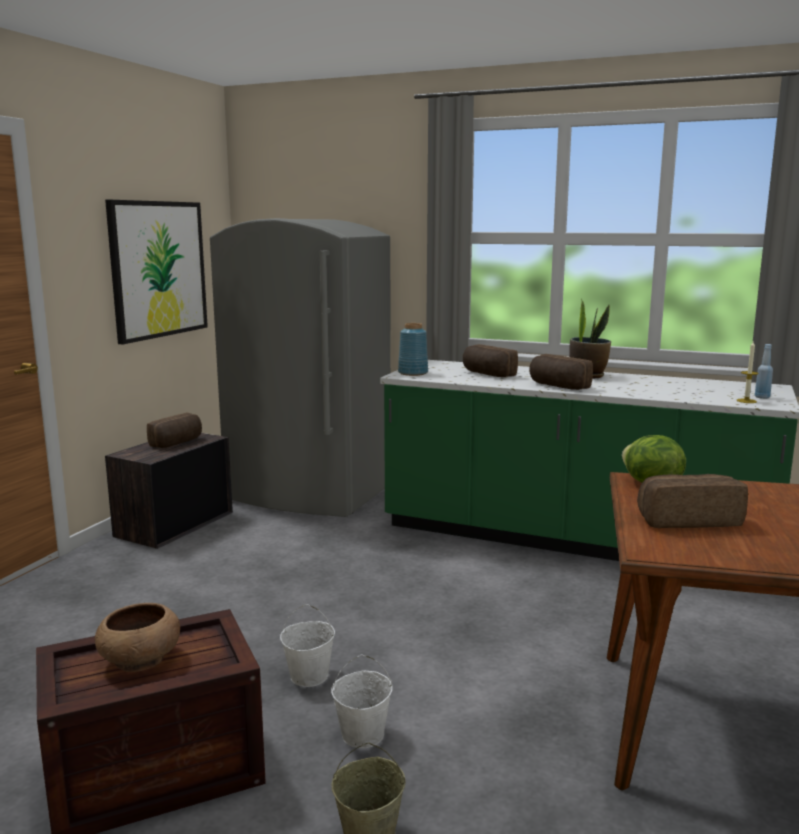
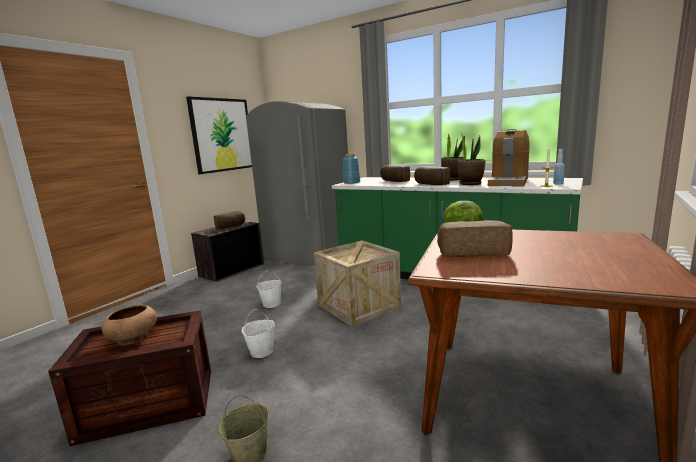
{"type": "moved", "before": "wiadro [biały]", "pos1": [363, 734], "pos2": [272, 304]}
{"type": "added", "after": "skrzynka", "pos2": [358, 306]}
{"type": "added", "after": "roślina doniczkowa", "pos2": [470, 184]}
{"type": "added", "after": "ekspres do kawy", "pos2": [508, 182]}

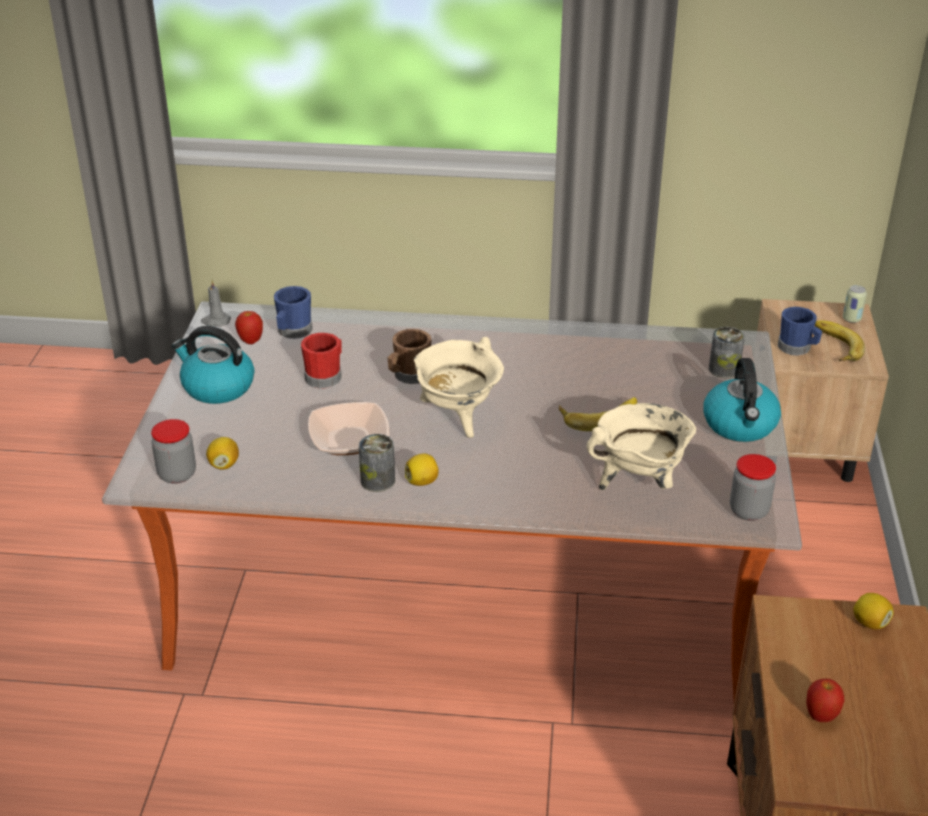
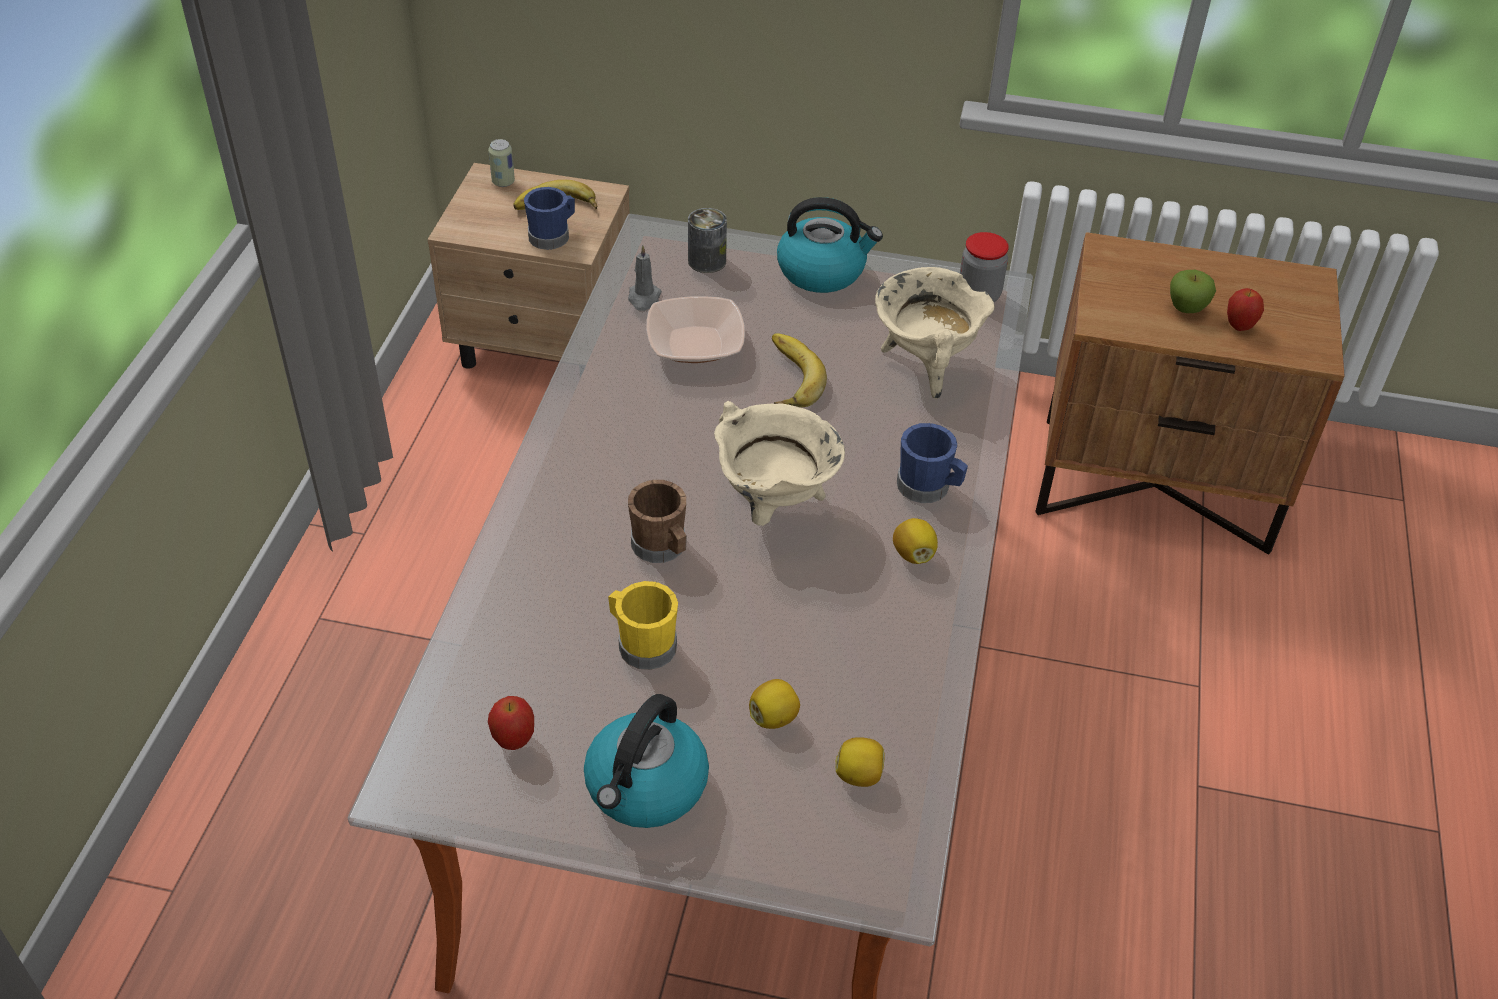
{"type": "recoloured", "before": "kubek [czerwony]", "after": "kubek [żółty]", "pos1": [326, 376], "pos2": [642, 644]}
{"type": "moved", "before": "świeca [szary]", "pos1": [215, 321], "pos2": [644, 298]}
{"type": "moved", "before": "miska", "pos1": [349, 441], "pos2": [695, 345]}
{"type": "moved", "before": "cytryna", "pos1": [870, 623], "pos2": [774, 717]}
{"type": "moved", "before": "kubek [niebieski]", "pos1": [293, 332], "pos2": [928, 488]}
{"type": "added", "after": "jabłko", "pos2": [1186, 308]}
{"type": "removed", "before": "słoik", "pos1": [177, 474]}
{"type": "removed", "before": "puszka", "pos1": [378, 481]}

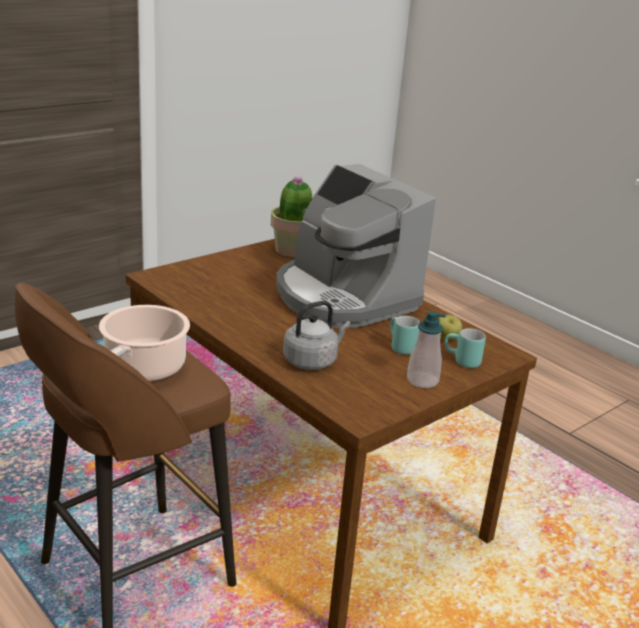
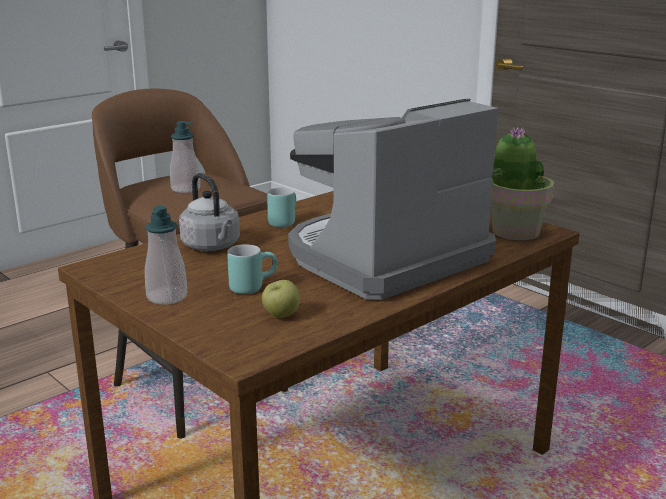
{"type": "replaced", "before": "garnek", "after": "dozownik mydła", "pos1": [142, 369], "pos2": [185, 189]}
{"type": "moved", "before": "kubek [turkusowy]", "pos1": [461, 362], "pos2": [282, 221]}

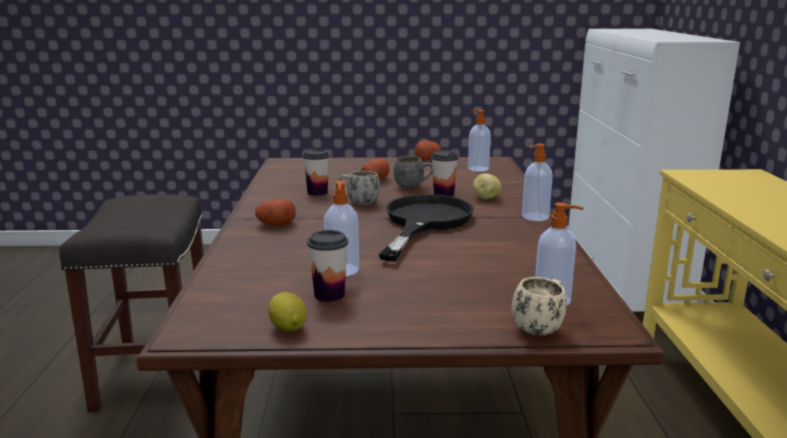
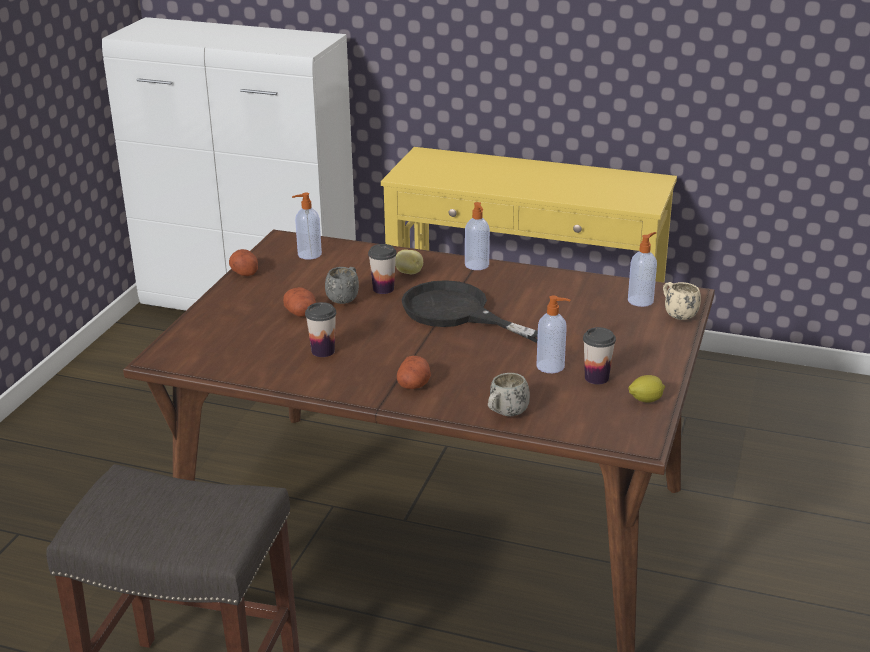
{"type": "moved", "before": "kubek [biały]", "pos1": [358, 202], "pos2": [505, 414]}

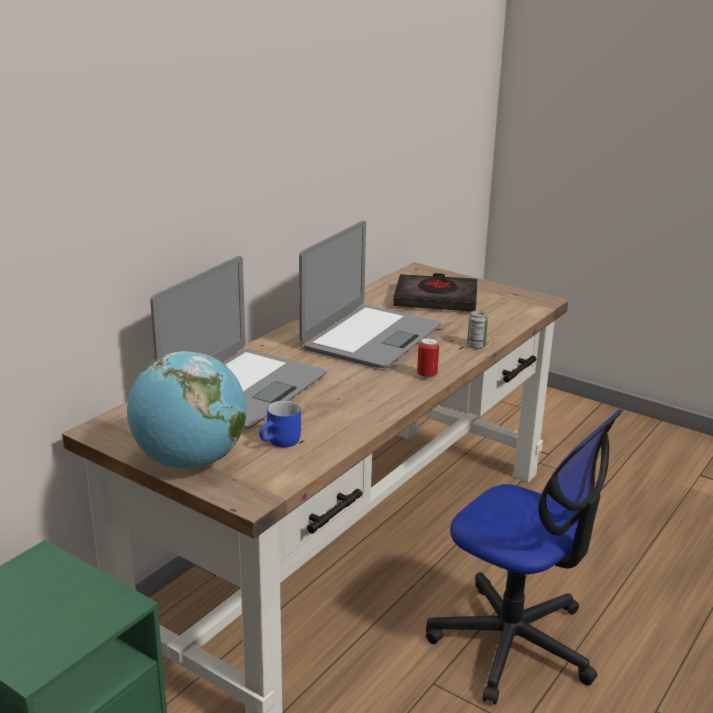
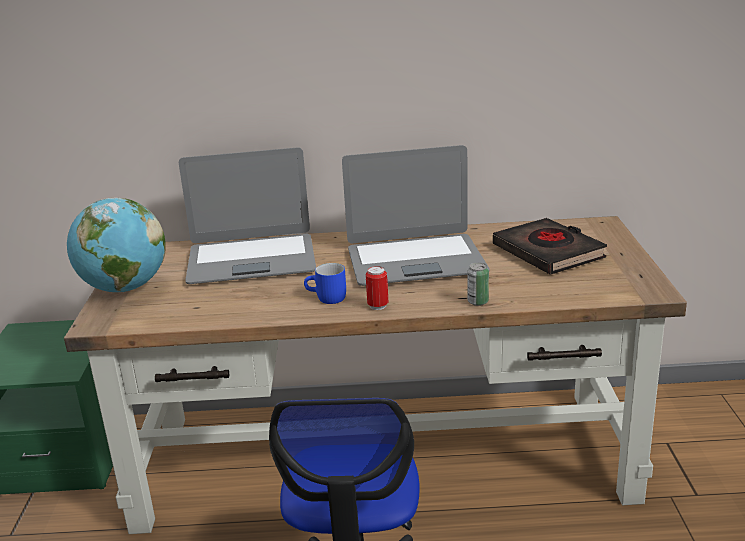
{"type": "moved", "before": "kubek [niebieski]", "pos1": [281, 443], "pos2": [326, 299]}

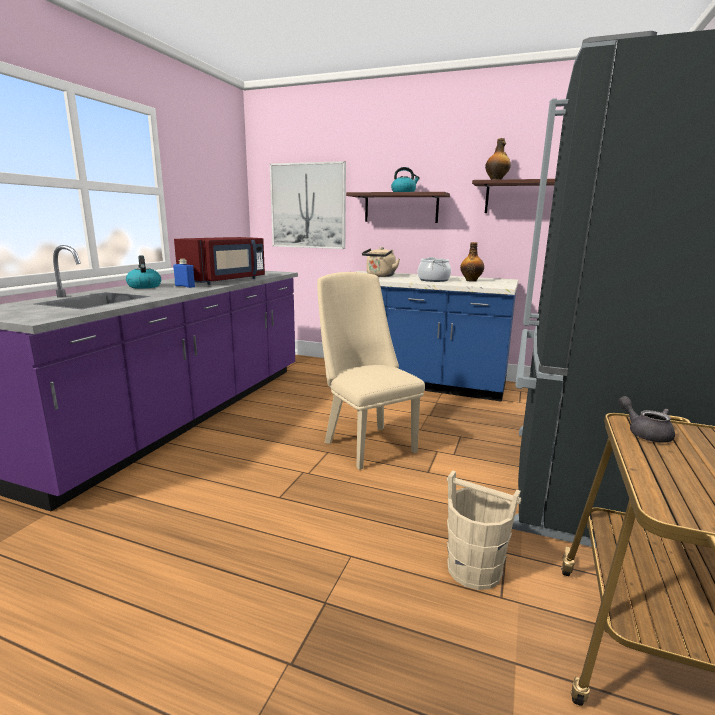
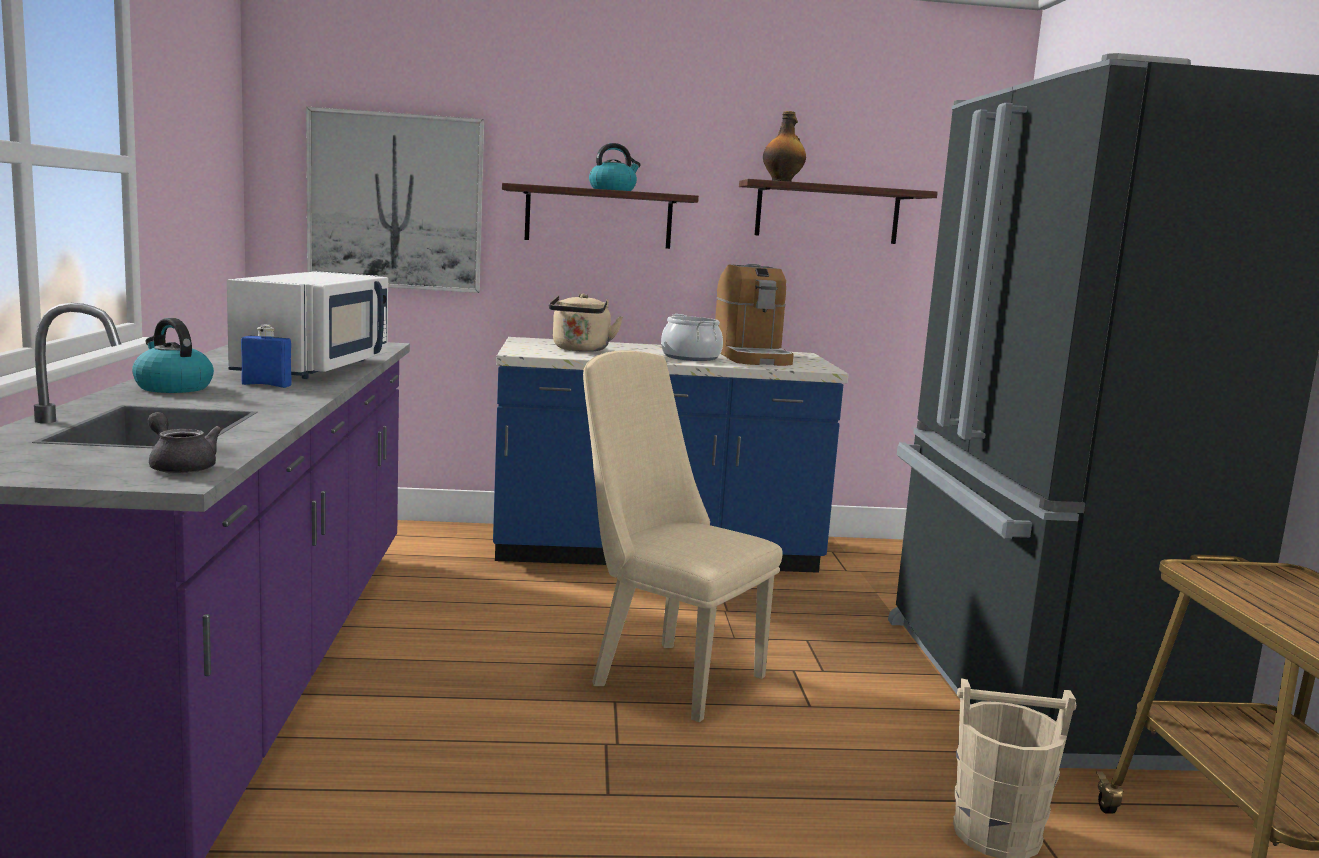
{"type": "moved", "before": "imbryk [szary]", "pos1": [645, 433], "pos2": [180, 466]}
{"type": "recoloured", "before": "mikrofalówka [czerwony]", "after": "mikrofalówka [biały]", "pos1": [226, 281], "pos2": [317, 368]}
{"type": "replaced", "before": "butelka", "after": "ekspres do kawy", "pos1": [471, 280], "pos2": [751, 357]}

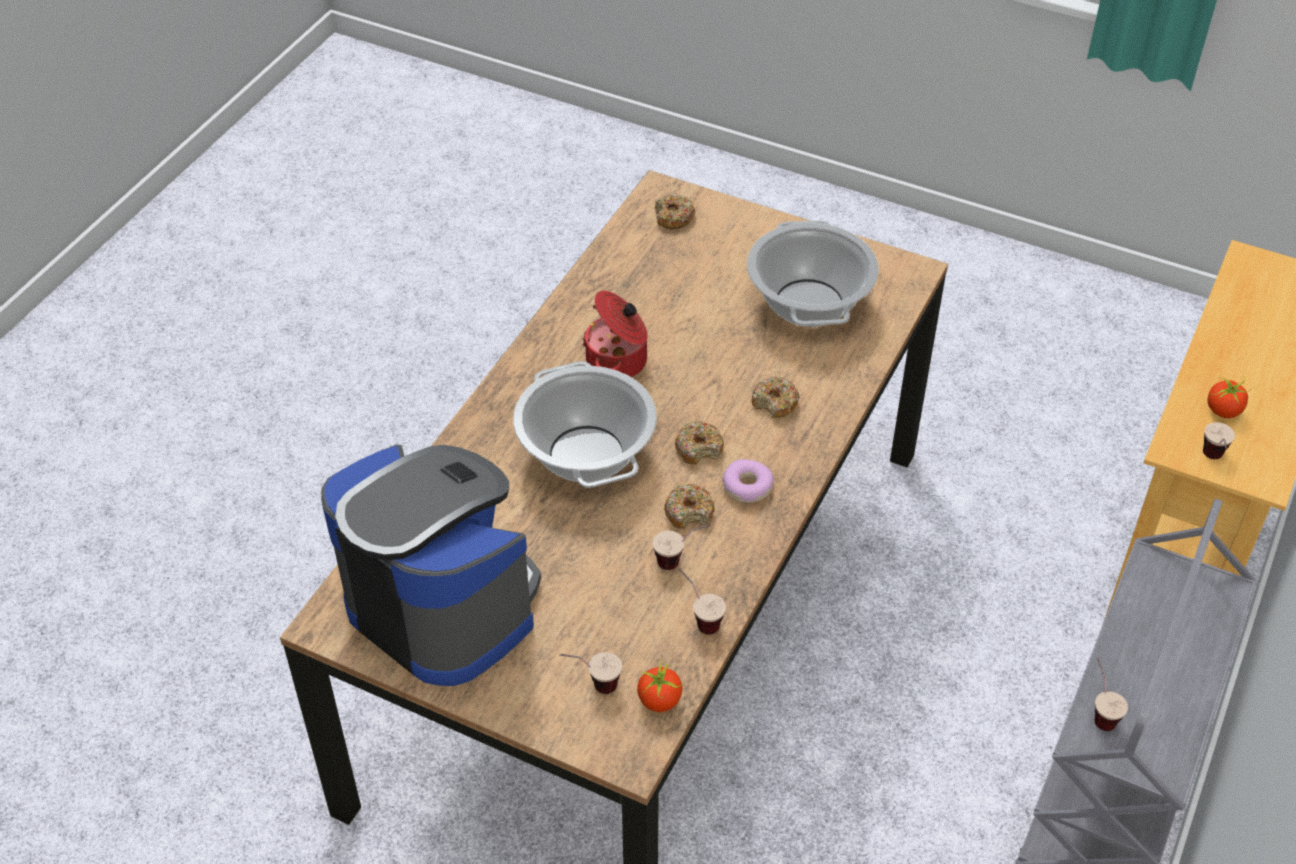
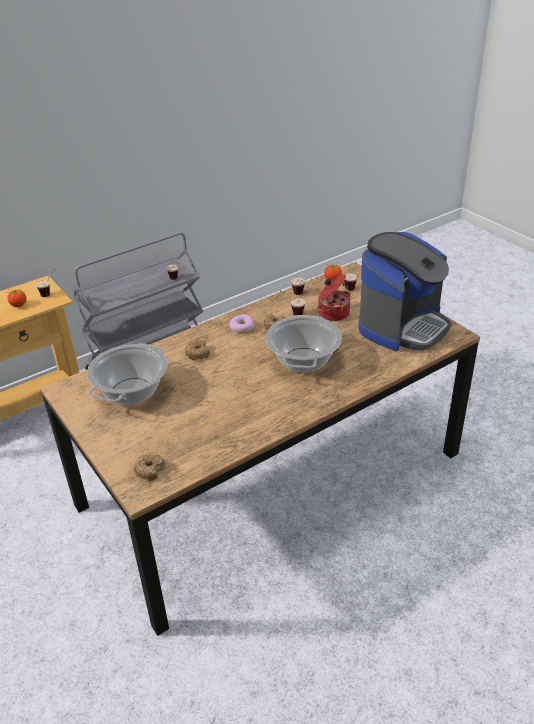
{"type": "moved", "before": "garnek", "pos1": [618, 361], "pos2": [333, 313]}
{"type": "turned", "before": "ekspres do kawy", "pos1": [443, 606], "pos2": [402, 326], "turn": -120}
{"type": "removed", "before": "donut", "pos1": [699, 448]}

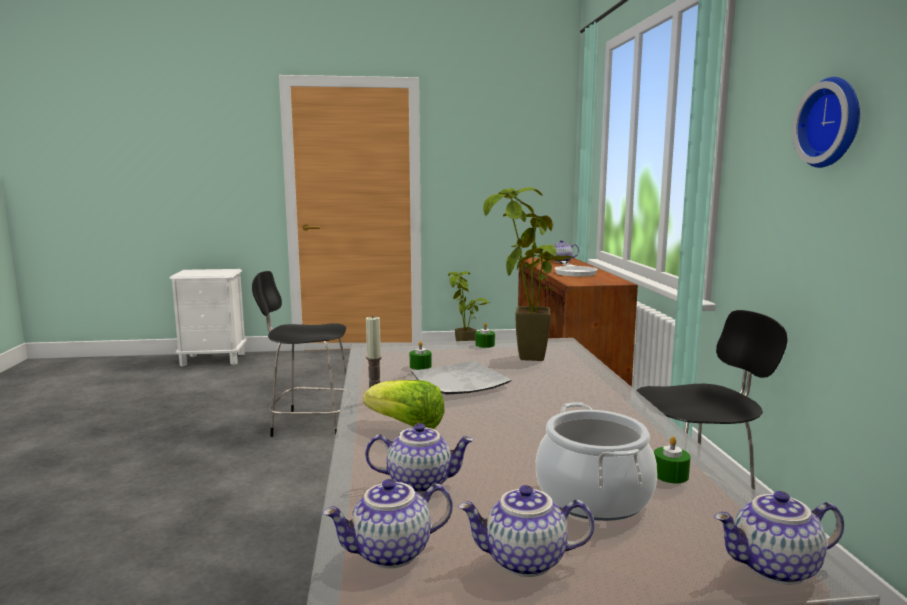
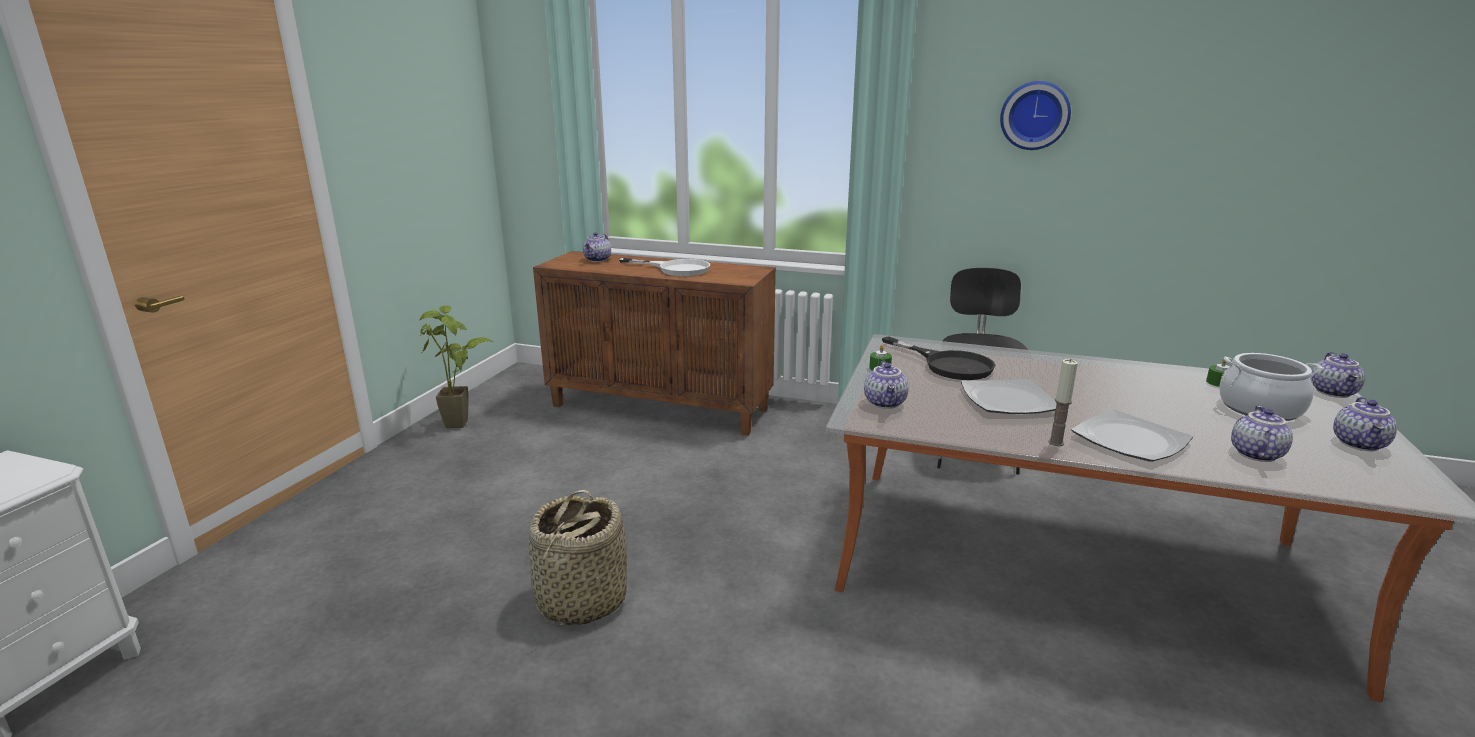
{"type": "replaced", "before": "krzesło [czarny]", "after": "koszyk", "pos1": [310, 424], "pos2": [580, 601]}
{"type": "moved", "before": "imbryk", "pos1": [391, 554], "pos2": [886, 403]}
{"type": "replaced", "before": "roślina doniczkowa", "after": "patelnia [czarny]", "pos1": [527, 361], "pos2": [948, 364]}
{"type": "replaced", "before": "sałata", "after": "talerz", "pos1": [406, 426], "pos2": [1131, 440]}
{"type": "removed", "before": "świeca [zielony]", "pos1": [420, 366]}

